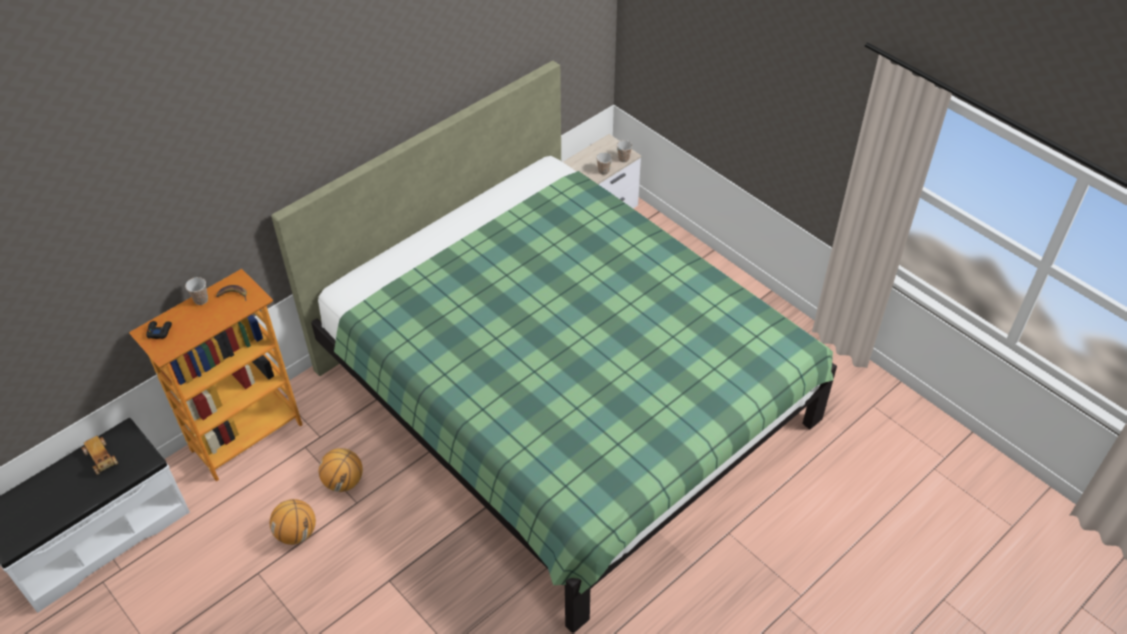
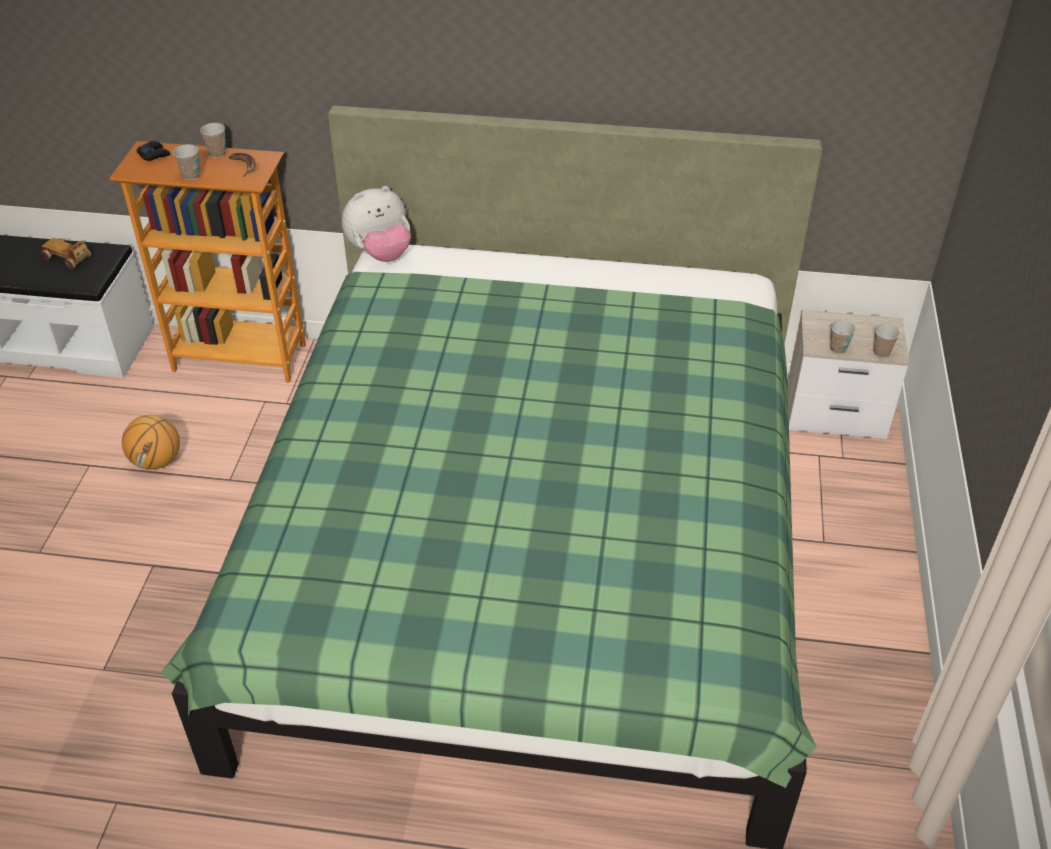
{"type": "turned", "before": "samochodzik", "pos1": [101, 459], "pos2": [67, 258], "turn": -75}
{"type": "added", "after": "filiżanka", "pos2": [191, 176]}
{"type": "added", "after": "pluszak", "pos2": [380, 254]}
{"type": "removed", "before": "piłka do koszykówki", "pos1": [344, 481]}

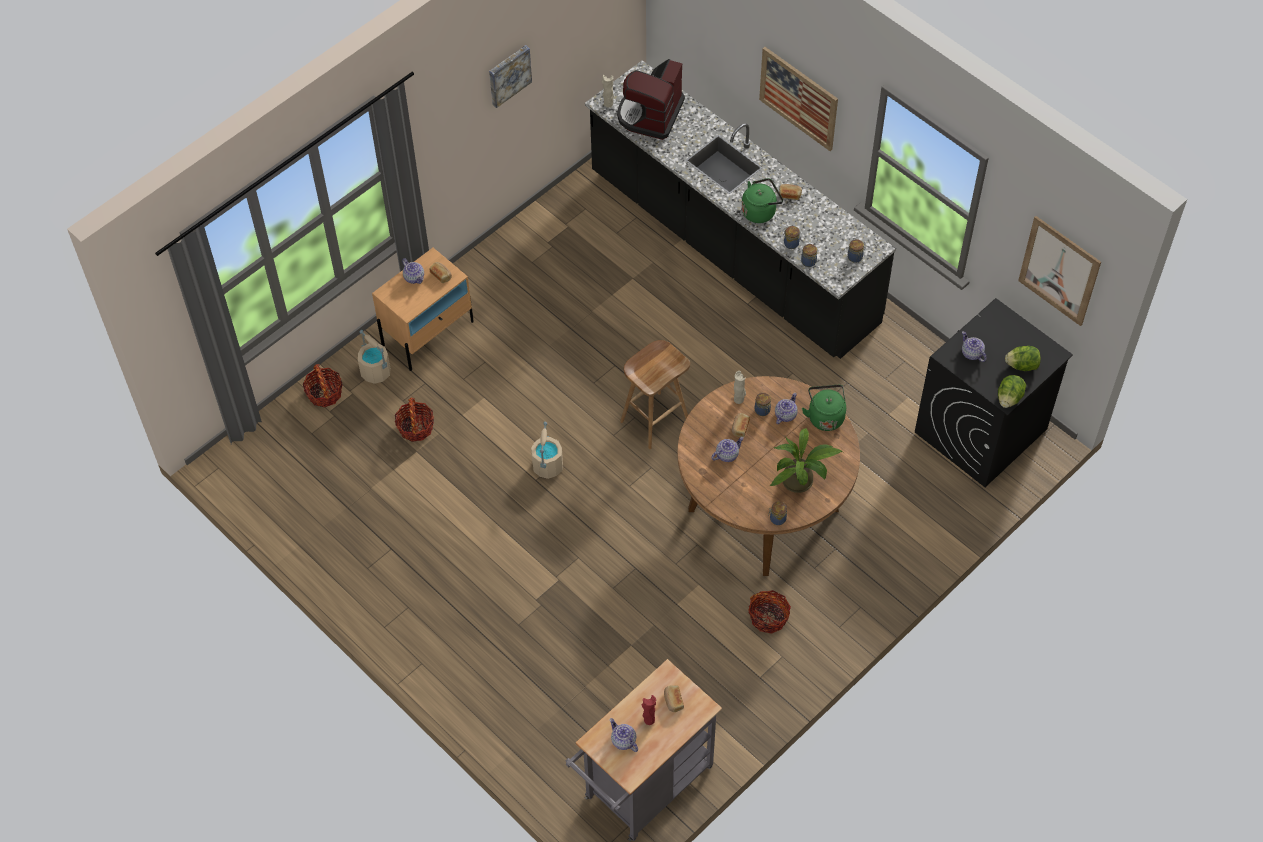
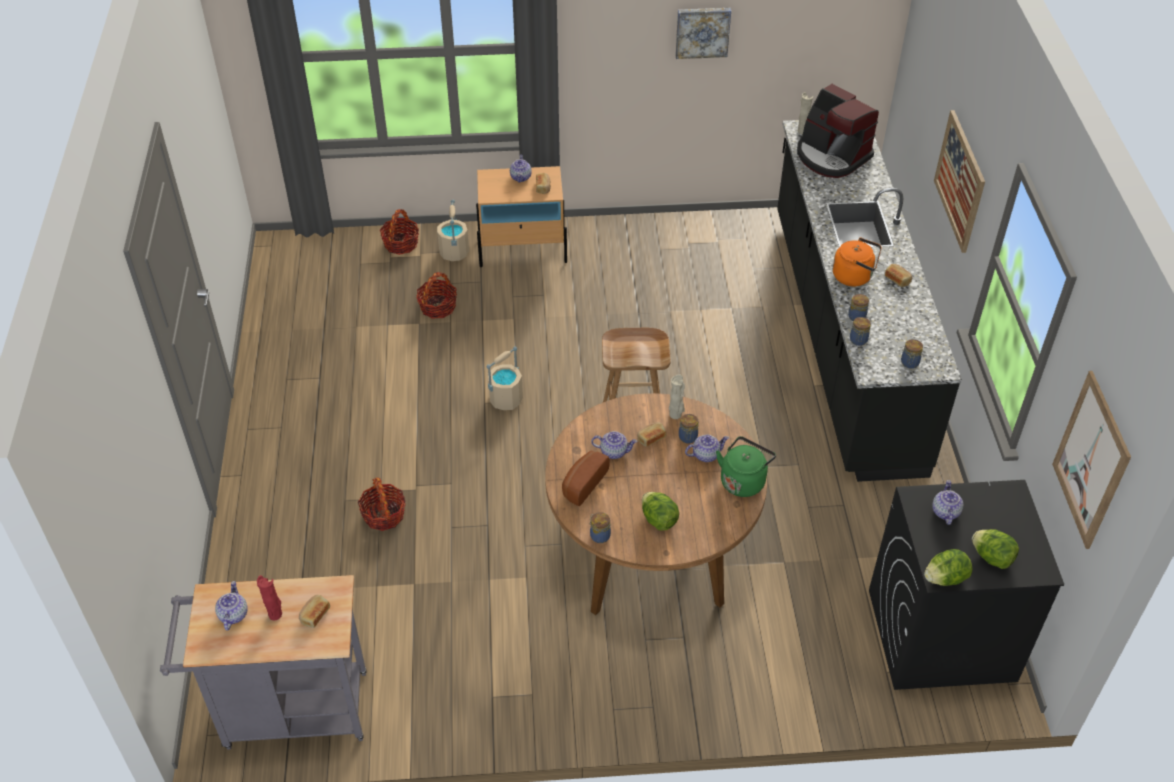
{"type": "moved", "before": "koszyk", "pos1": [768, 617], "pos2": [384, 515]}
{"type": "added", "after": "chleb", "pos2": [582, 483]}
{"type": "replaced", "before": "roślina doniczkowa", "after": "sałata", "pos1": [801, 481], "pos2": [658, 520]}
{"type": "turned", "before": "ekspres do kawy", "pos1": [650, 114], "pos2": [831, 156], "turn": -105}
{"type": "recoloured", "before": "czajnik [zielony]", "after": "czajnik [pomarańczowy]", "pos1": [760, 211], "pos2": [854, 276]}

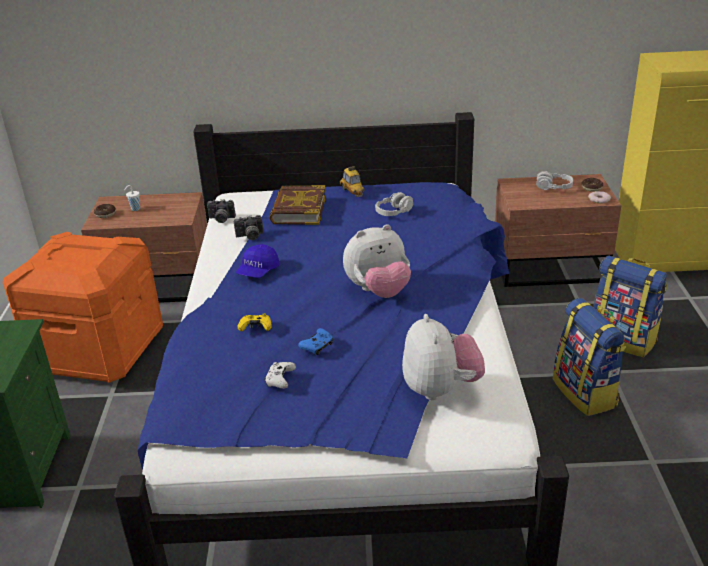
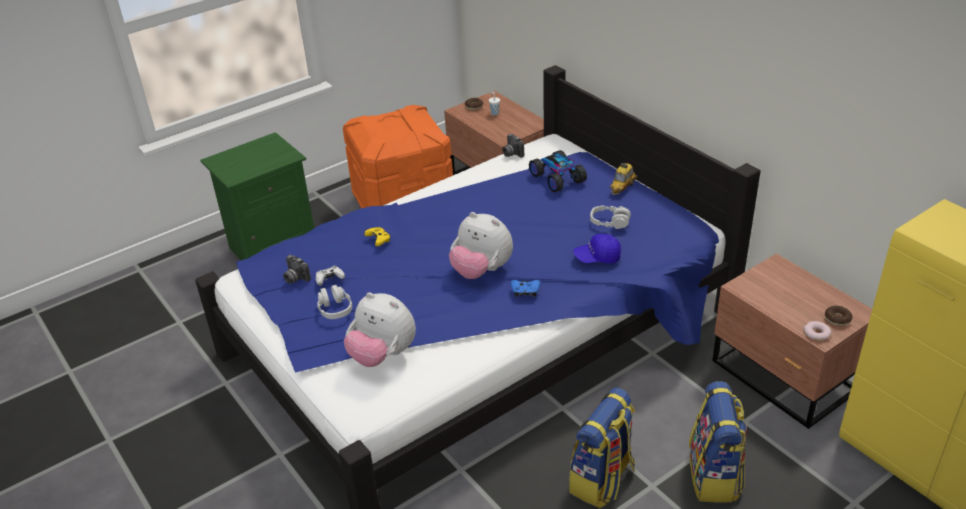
{"type": "moved", "before": "aparat fotograficzny", "pos1": [250, 237], "pos2": [295, 278]}
{"type": "moved", "before": "słuchawki [szary]", "pos1": [554, 187], "pos2": [335, 309]}
{"type": "turned", "before": "pluszak", "pos1": [440, 388], "pos2": [383, 355], "turn": 75}
{"type": "moved", "before": "pad do gier [niebieski]", "pos1": [317, 346], "pos2": [525, 291]}
{"type": "replaced", "before": "książka", "after": "samochodzik", "pos1": [298, 210], "pos2": [558, 178]}
{"type": "moved", "before": "czapka z daszkiem [niebieski]", "pos1": [258, 271], "pos2": [597, 257]}

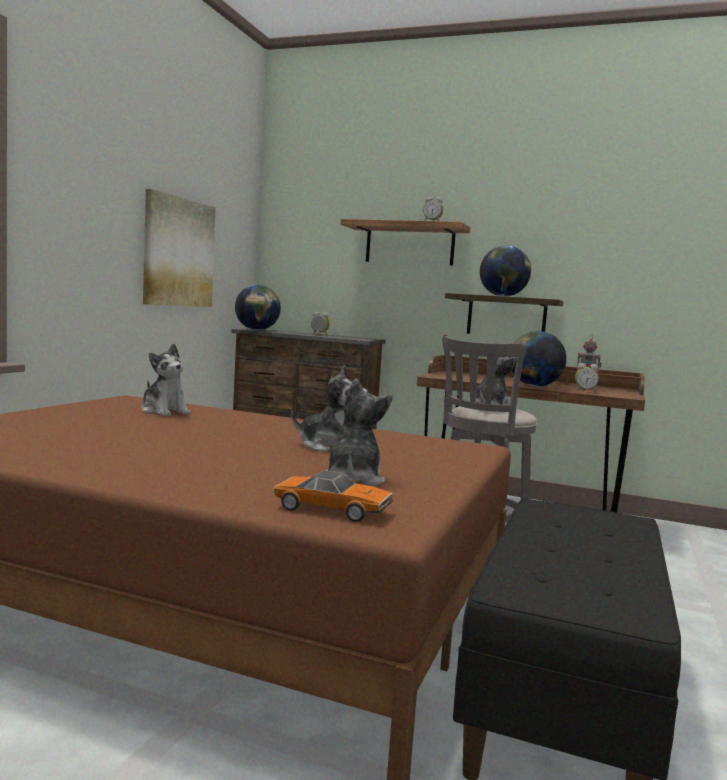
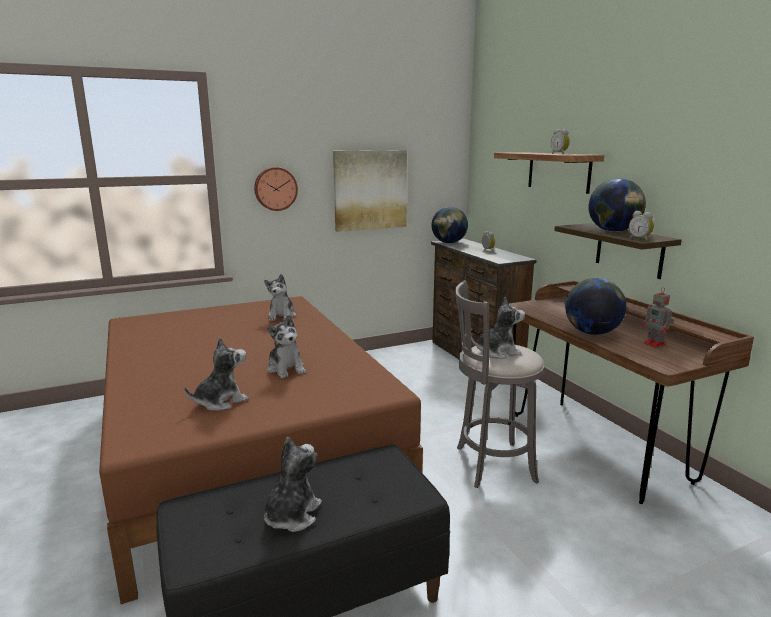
{"type": "added", "after": "zegar ścienny", "pos2": [275, 188]}
{"type": "added", "after": "pluszak", "pos2": [291, 515]}
{"type": "moved", "before": "budzik", "pos1": [584, 391], "pos2": [640, 239]}
{"type": "removed", "before": "samochodzik", "pos1": [332, 509]}

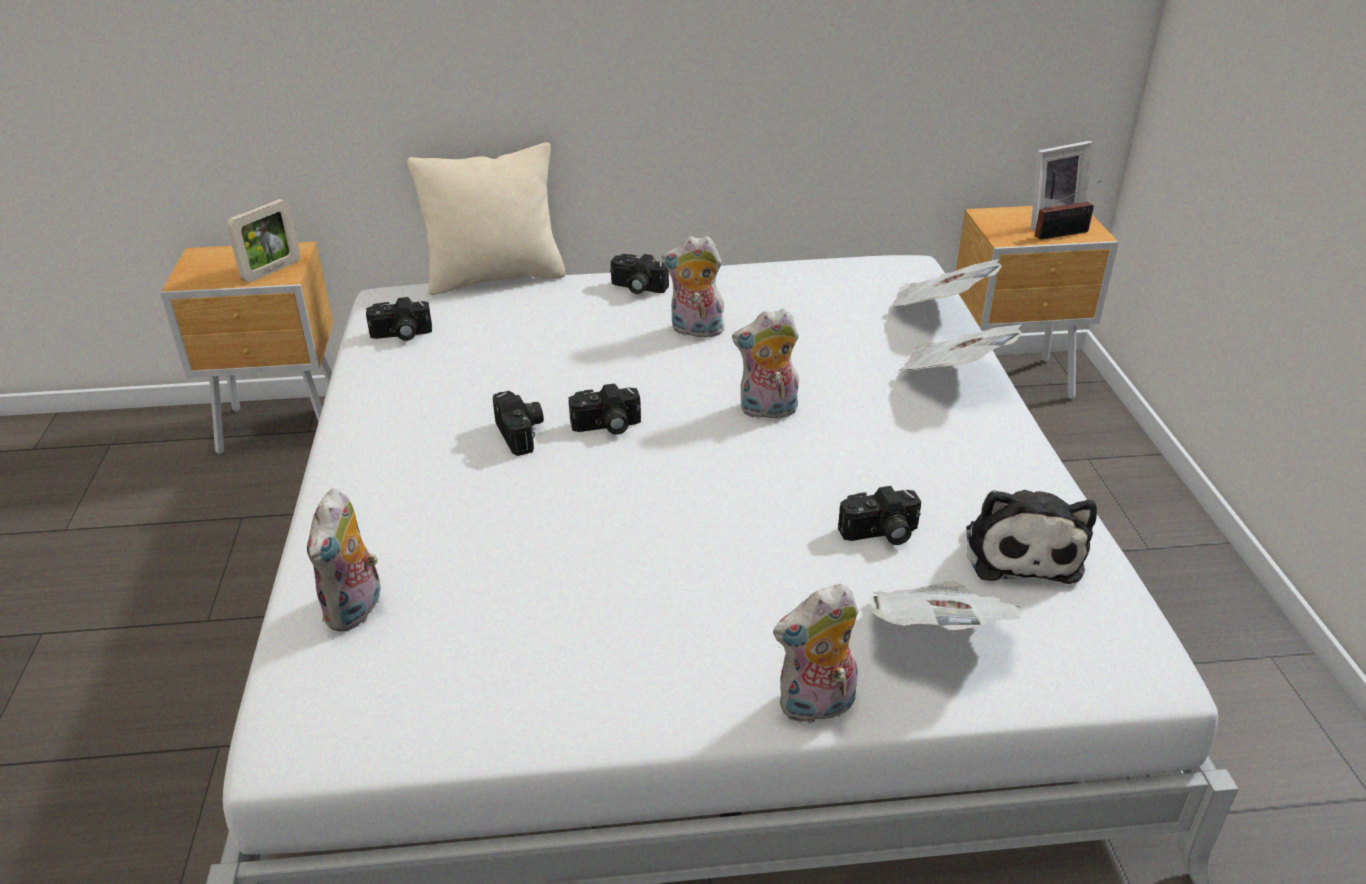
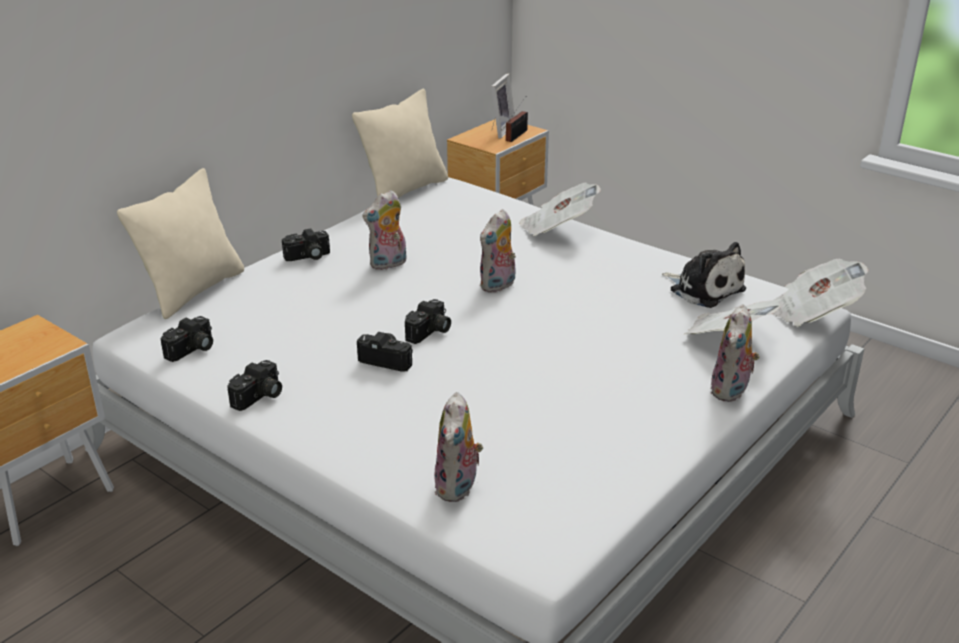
{"type": "moved", "before": "aparat fotograficzny", "pos1": [880, 534], "pos2": [259, 397]}
{"type": "added", "after": "poduszka [beżowy]", "pos2": [405, 190]}
{"type": "turned", "before": "pluszak", "pos1": [356, 610], "pos2": [458, 487], "turn": 45}
{"type": "moved", "before": "gazeta", "pos1": [938, 309], "pos2": [812, 313]}
{"type": "removed", "before": "ramka na zdjęcie", "pos1": [272, 271]}

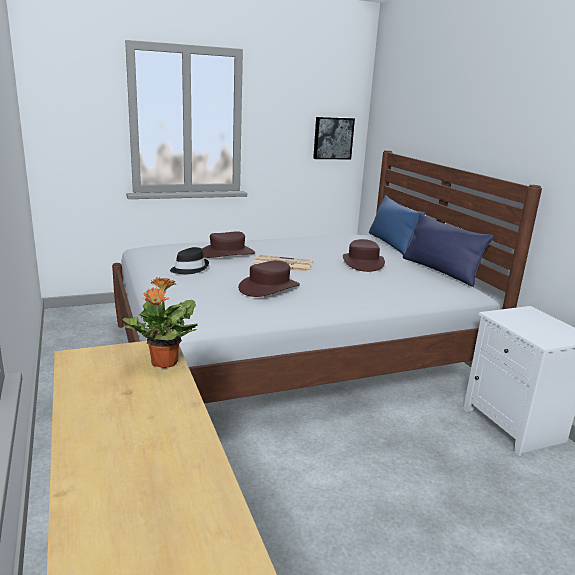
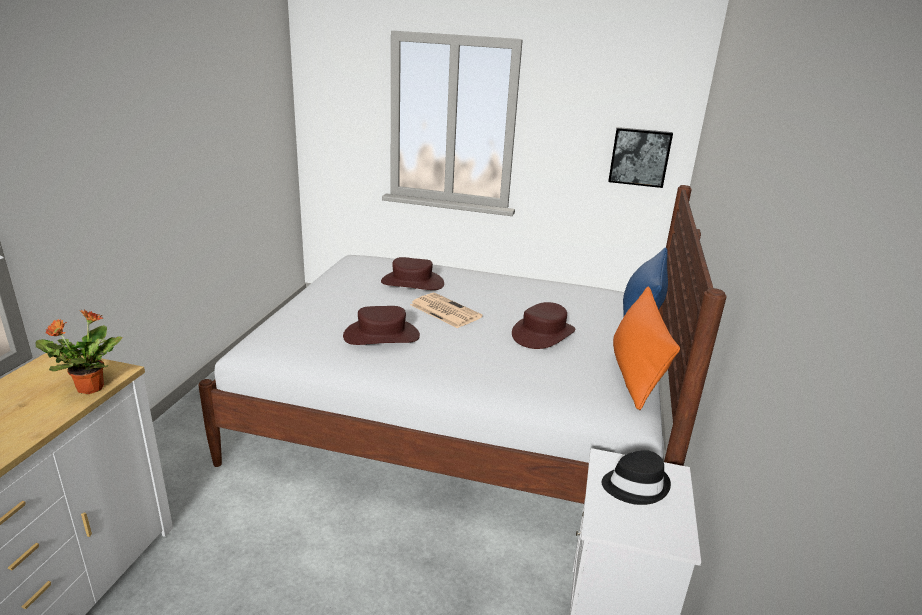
{"type": "moved", "before": "kapelusz [czarny]", "pos1": [189, 268], "pos2": [635, 485]}
{"type": "recoloured", "before": "poduszka [niebieski]", "after": "poduszka [pomarańczowy]", "pos1": [440, 271], "pos2": [635, 373]}

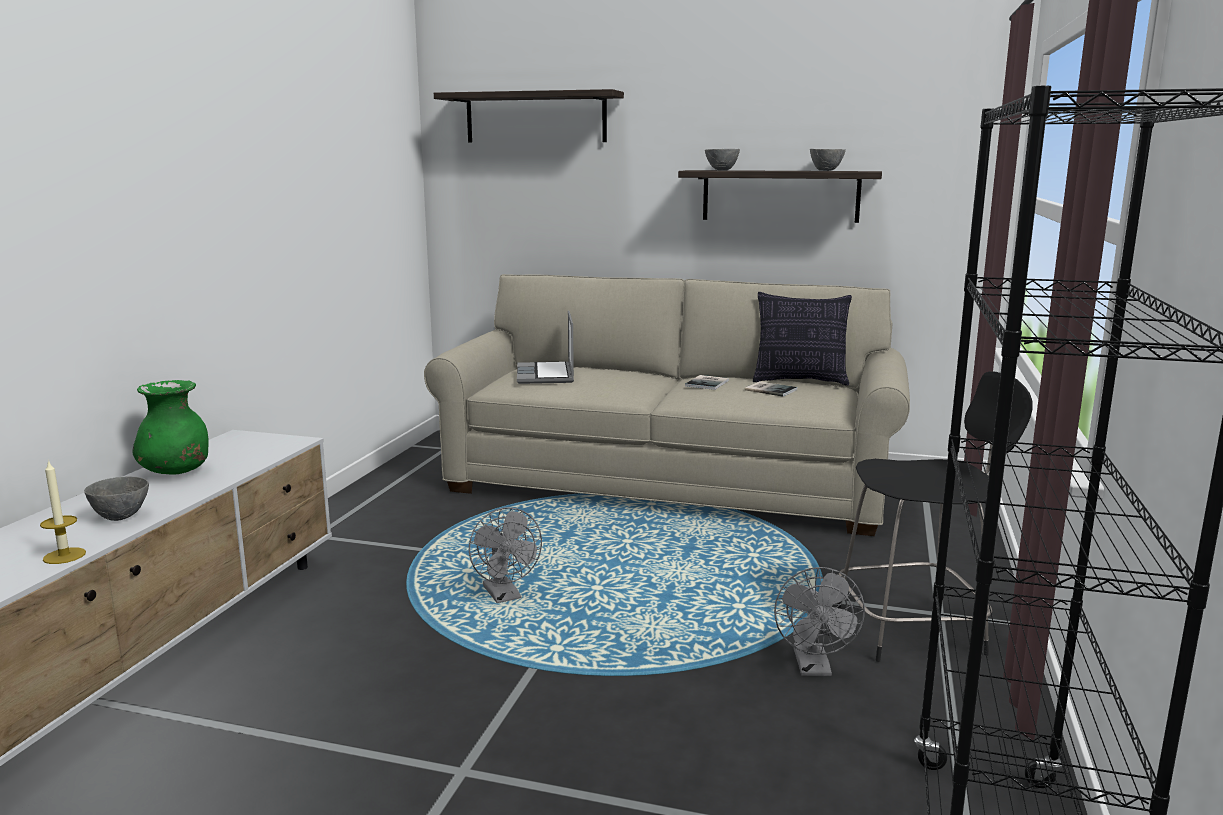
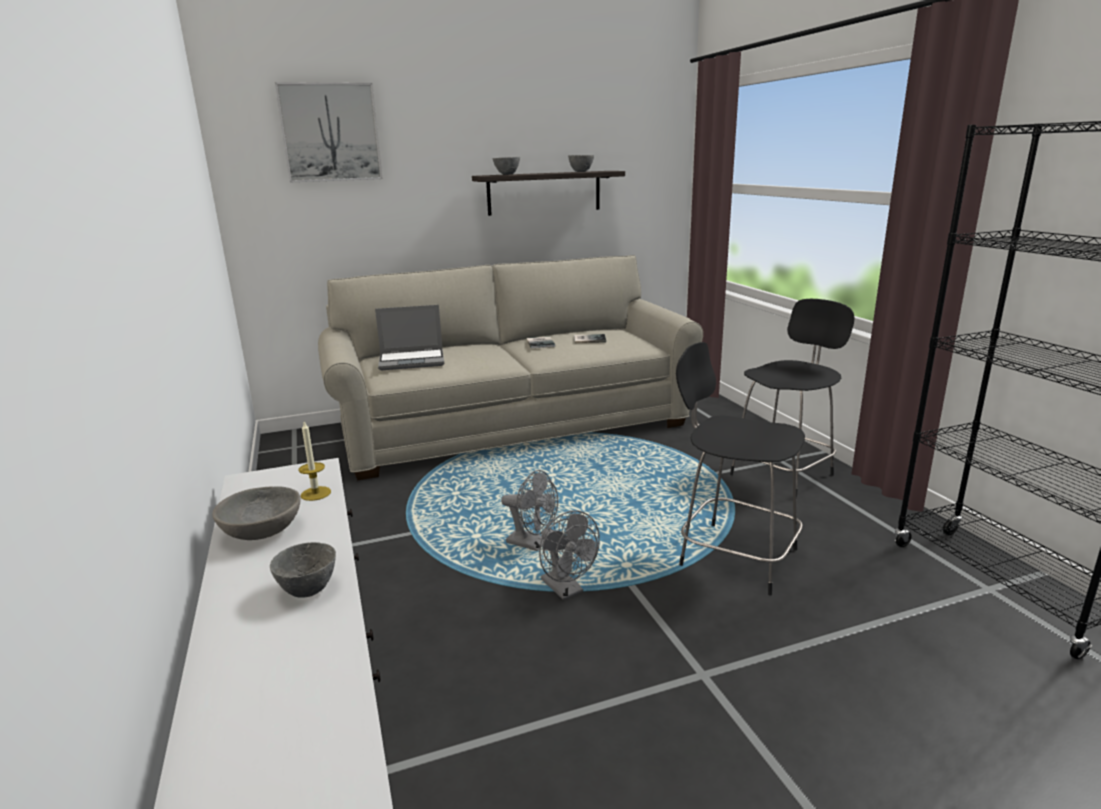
{"type": "replaced", "before": "wazon [zielony]", "after": "miska [szary]", "pos1": [176, 472], "pos2": [263, 531]}
{"type": "replaced", "before": "półka", "after": "obraz", "pos1": [535, 118], "pos2": [330, 132]}
{"type": "moved", "before": "świeca", "pos1": [64, 556], "pos2": [315, 493]}
{"type": "turned", "before": "laptop", "pos1": [546, 375], "pos2": [413, 361], "turn": -60}
{"type": "moved", "before": "wentylator [szary]", "pos1": [814, 668], "pos2": [566, 590]}
{"type": "added", "after": "stołek [czarny]", "pos2": [734, 556]}
{"type": "removed", "before": "poduszka", "pos1": [800, 381]}

